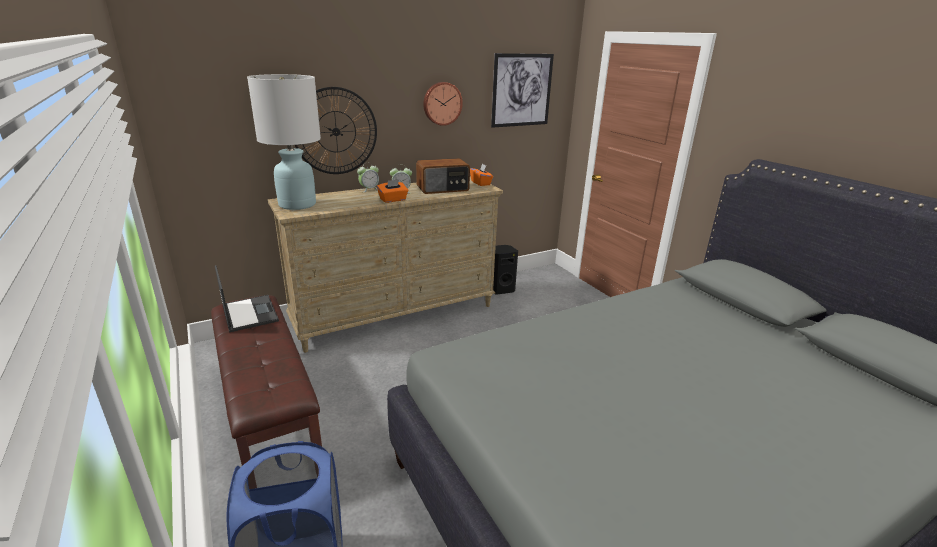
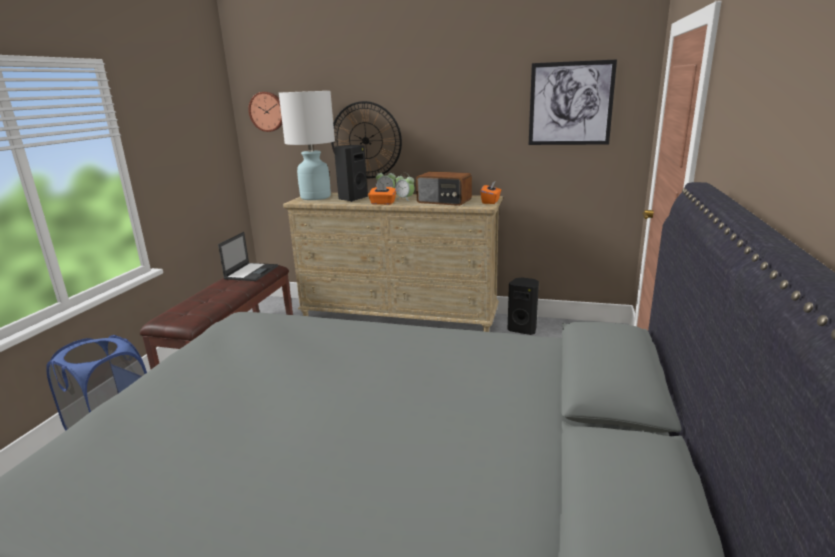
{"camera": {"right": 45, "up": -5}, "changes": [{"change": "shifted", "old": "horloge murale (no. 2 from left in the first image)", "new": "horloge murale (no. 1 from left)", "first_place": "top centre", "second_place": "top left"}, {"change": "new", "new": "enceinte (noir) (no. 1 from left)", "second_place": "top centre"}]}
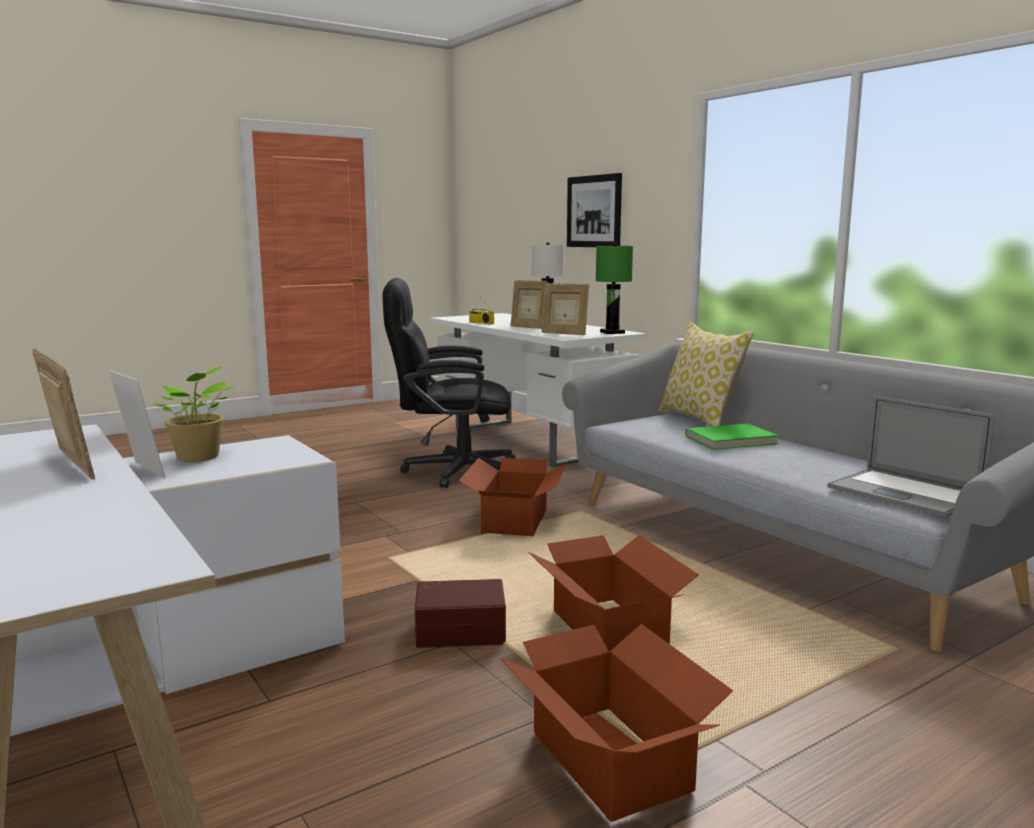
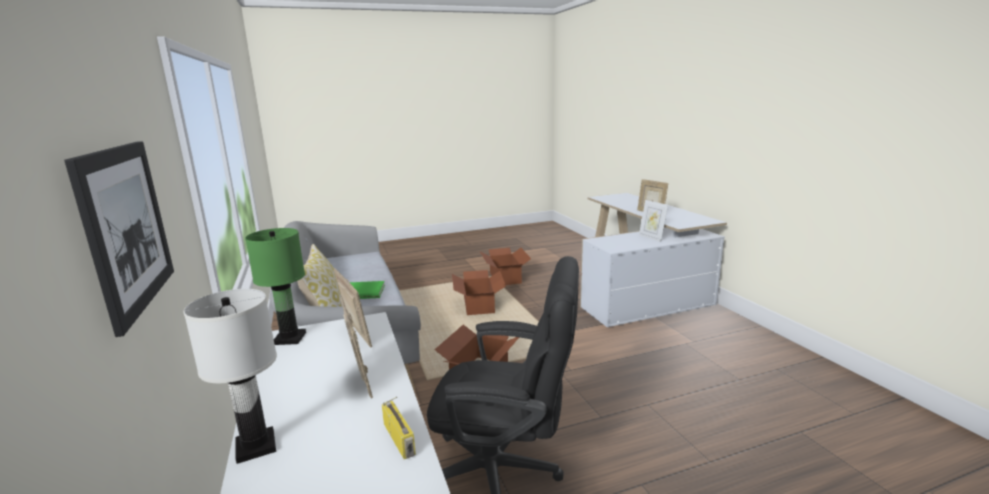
{"camera": {"right": -165, "up": 5}, "changes": [{"change": "gone", "old": "plante en pot", "first_place": "middle left"}, {"change": "gone", "old": "ordinateur portable", "first_place": "middle right"}, {"change": "gone", "old": "boîte de rangement (marron)", "first_place": "bottom centre"}]}
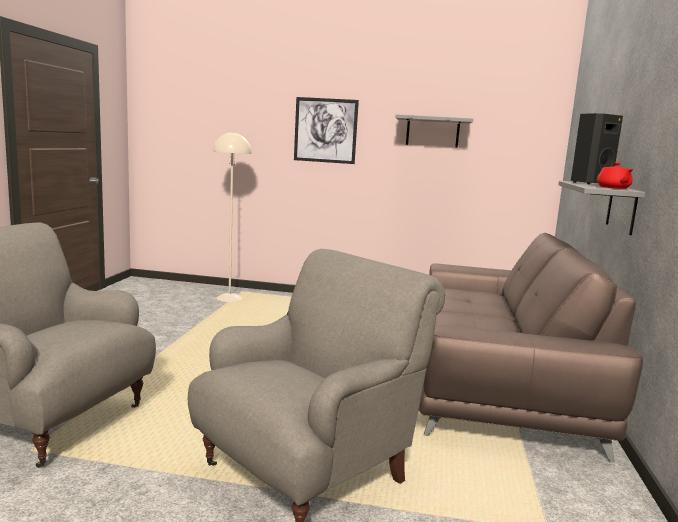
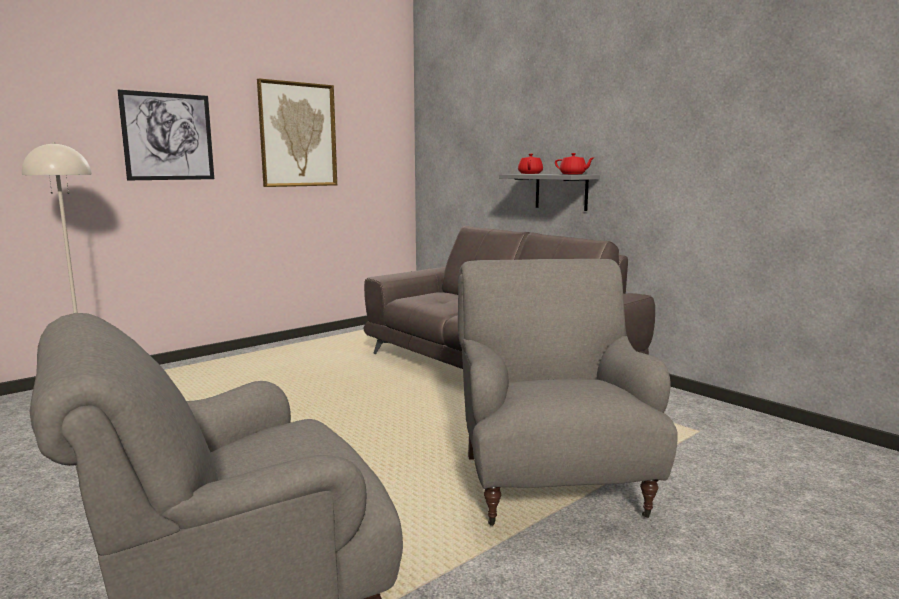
{"camera": {"right": -50, "up": 0}, "changes": [{"change": "swapped", "old": "enceinte (noir)", "new": "théière (rouge) (no. 1 from left)", "first_place": "top right", "second_place": "top centre"}, {"change": "swapped", "old": "étagère (gris) (no. 1 from left)", "new": "tableau (no. 2 from left)", "first_place": "top centre", "second_place": "top left"}]}
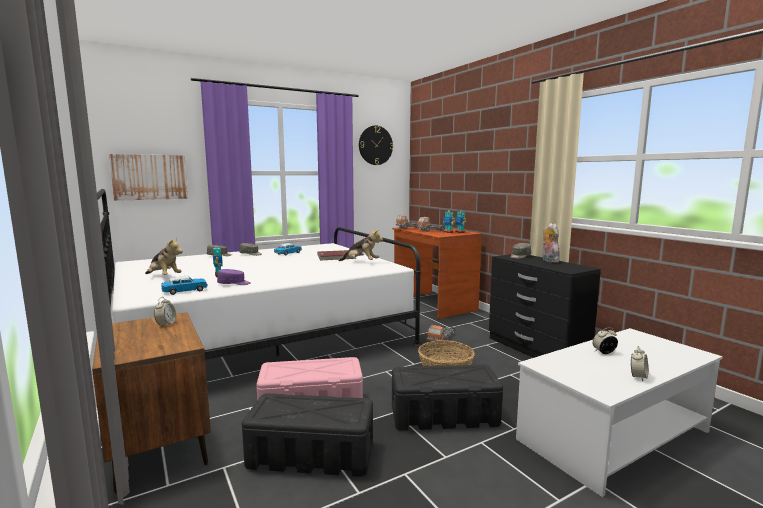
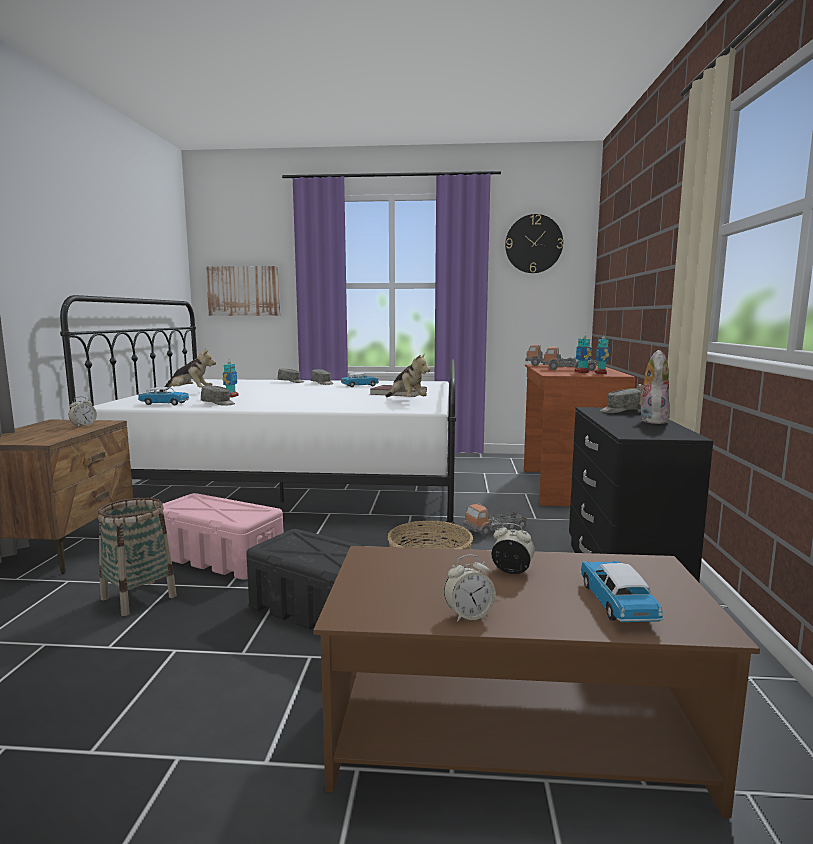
{"camera": {"right": 35, "up": 0}, "changes": [{"change": "rotated", "old": "peluche (no. 1 from left)", "first_place": "middle left", "second_place": "middle left", "degrees": -60}, {"change": "repainted", "old": "casquette (violet)", "new": "casquette (gris) (no. 1 from left)", "first_place": "middle left", "second_place": "middle left"}, {"change": "repainted", "old": "table basse (blanc)", "new": "table basse (marron)", "first_place": "bottom right", "second_place": "bottom centre"}, {"change": "swapped", "old": "boîte de rangement (noir) (no. 1 from left)", "new": "panier (no. 1 from left)", "first_place": "bottom centre", "second_place": "middle left"}, {"change": "new", "new": "petite voiture (no. 3 from left)", "second_place": "bottom right"}]}
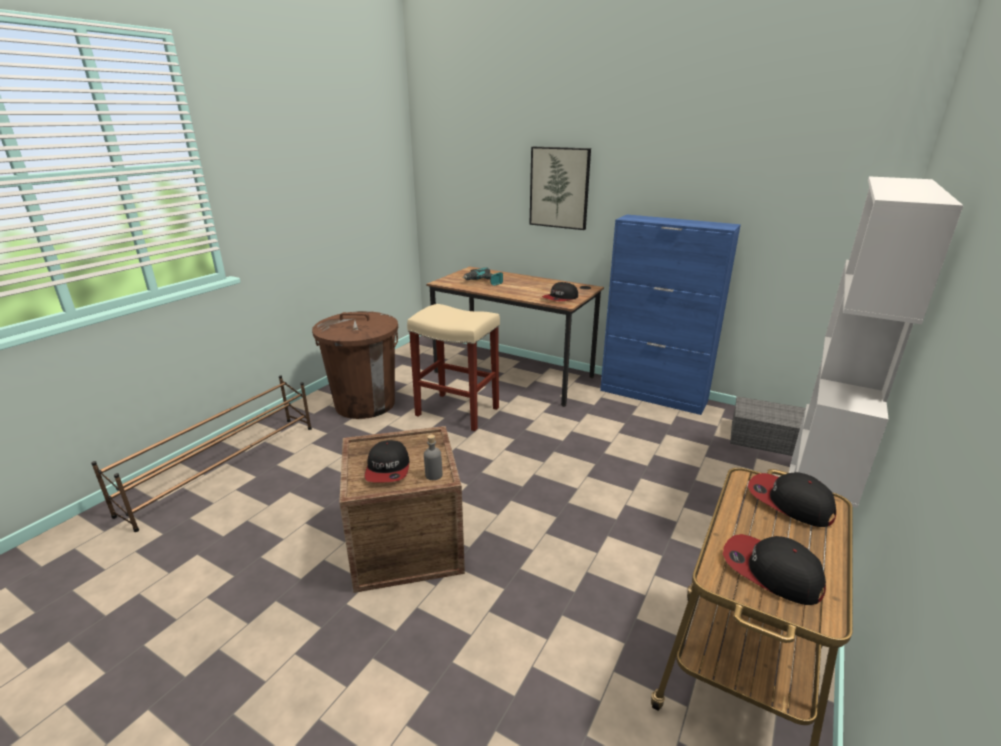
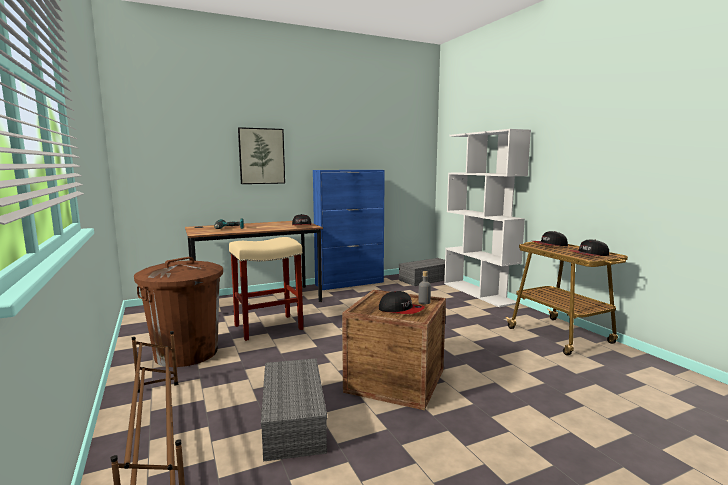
{"camera": {"right": -55, "up": -15}, "changes": [{"change": "new", "new": "boîte de rangement (gris) (no. 1 from left)", "second_place": "bottom centre"}]}
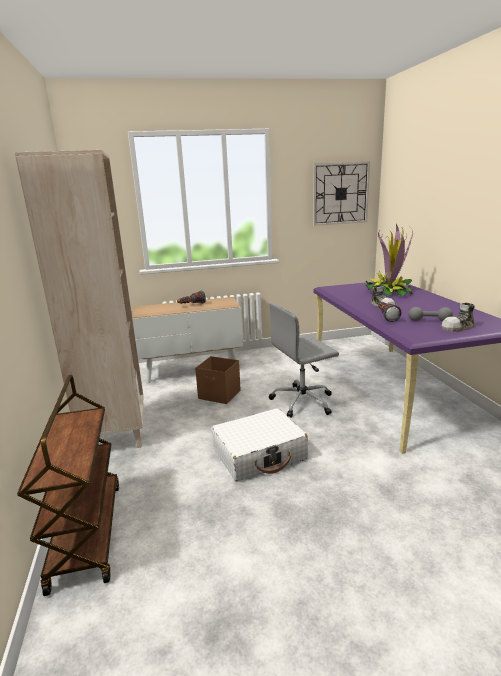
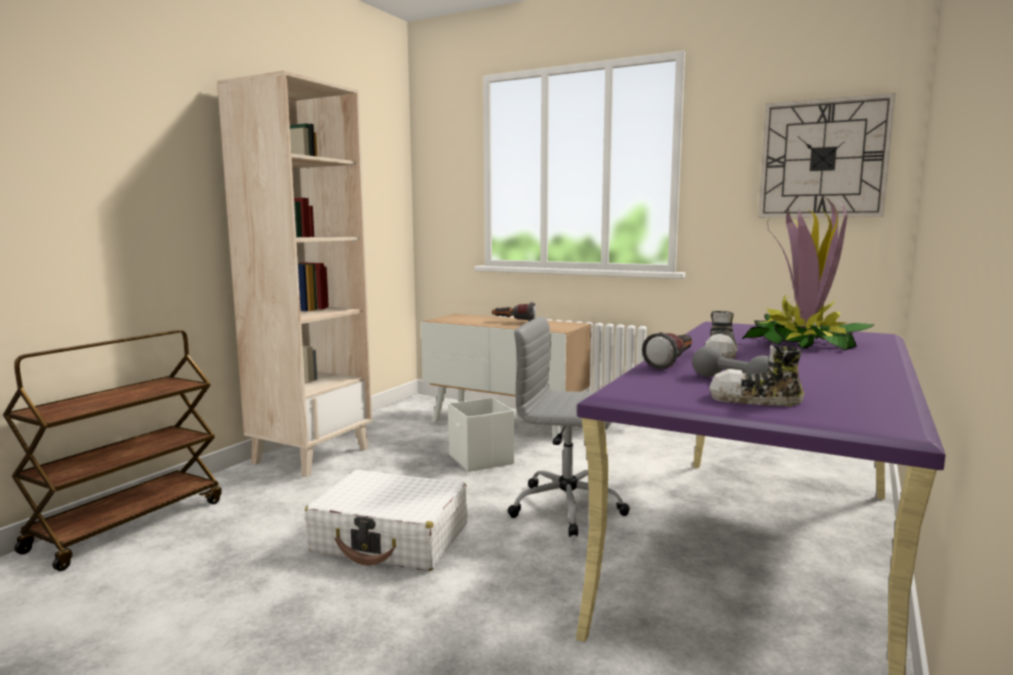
{"camera": {"right": 40, "up": -10}, "changes": [{"change": "repainted", "old": "boîte de rangement (marron)", "new": "boîte de rangement (blanc)", "first_place": "centre", "second_place": "centre"}]}
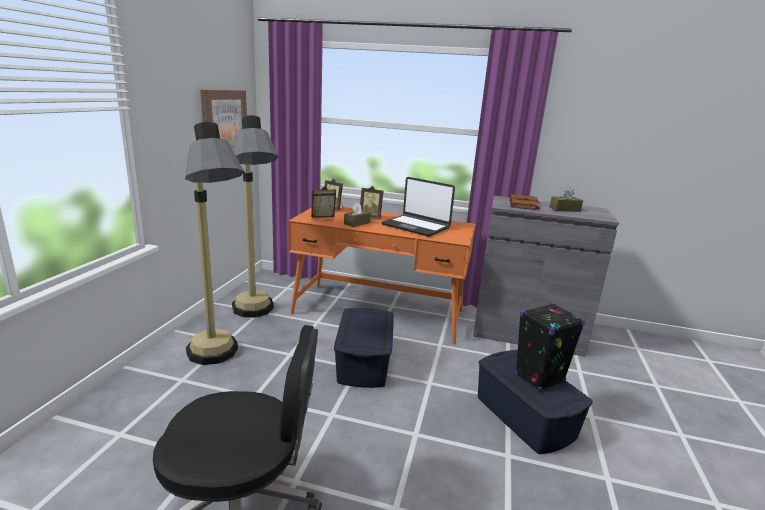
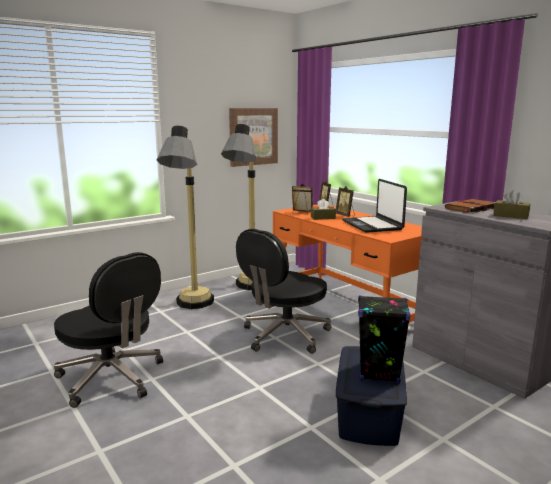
{"camera": {"right": 40, "up": -5}, "changes": [{"change": "swapped", "old": "boîte de rangement (bleu) (no. 1 from left)", "new": "chaise de bureau (noir) (no. 2 from left)", "first_place": "bottom centre", "second_place": "centre"}]}
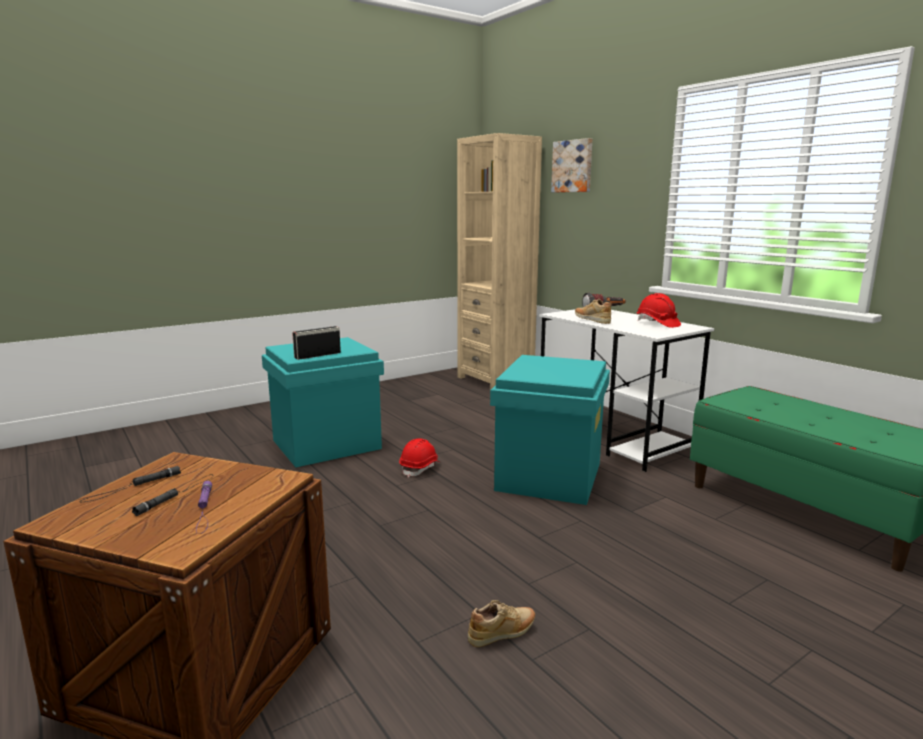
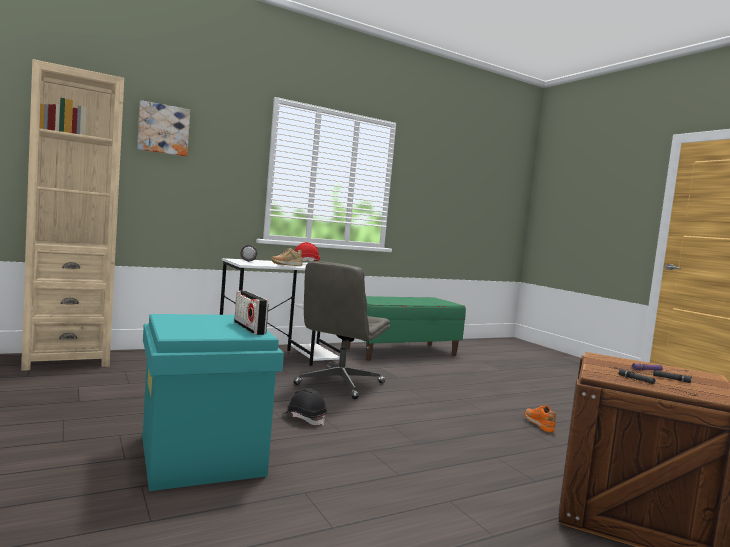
{"camera": {"right": -85, "up": -10}, "changes": [{"change": "swapped", "old": "boîte de rangement (turquoise) (no. 2 from left)", "new": "chaise de bureau (gris)", "first_place": "centre", "second_place": "centre"}, {"change": "repainted", "old": "casque de chantier (rouge) (no. 1 from left)", "new": "casque de chantier (noir)", "first_place": "centre", "second_place": "bottom centre"}, {"change": "repainted", "old": "chaussure (beige) (no. 1 from left)", "new": "chaussure (orange)", "first_place": "bottom centre", "second_place": "bottom right"}]}
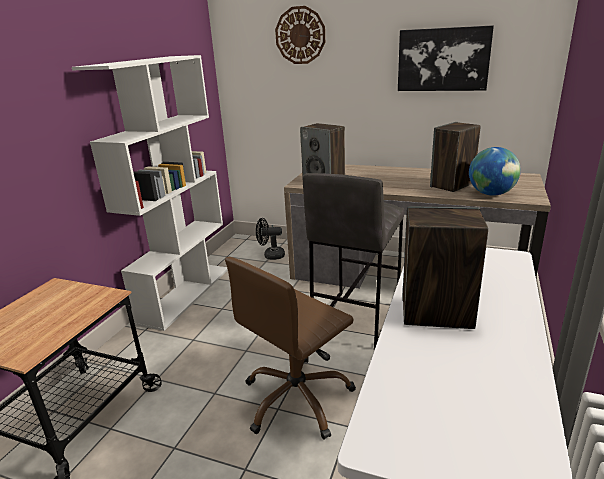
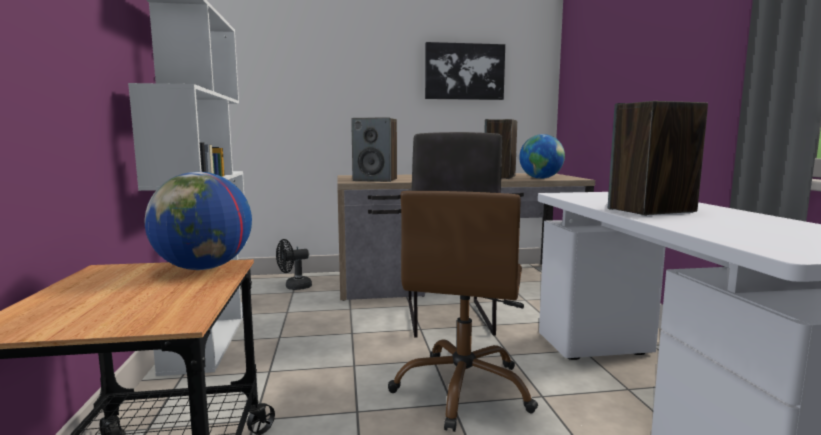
{"camera": {"right": -30, "up": -15}, "changes": [{"change": "gone", "old": "horloge murale", "first_place": "top centre"}, {"change": "new", "new": "globe (no. 1 from left)", "second_place": "middle left"}]}
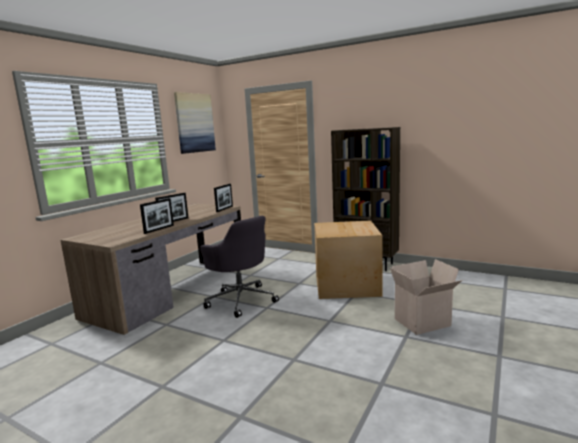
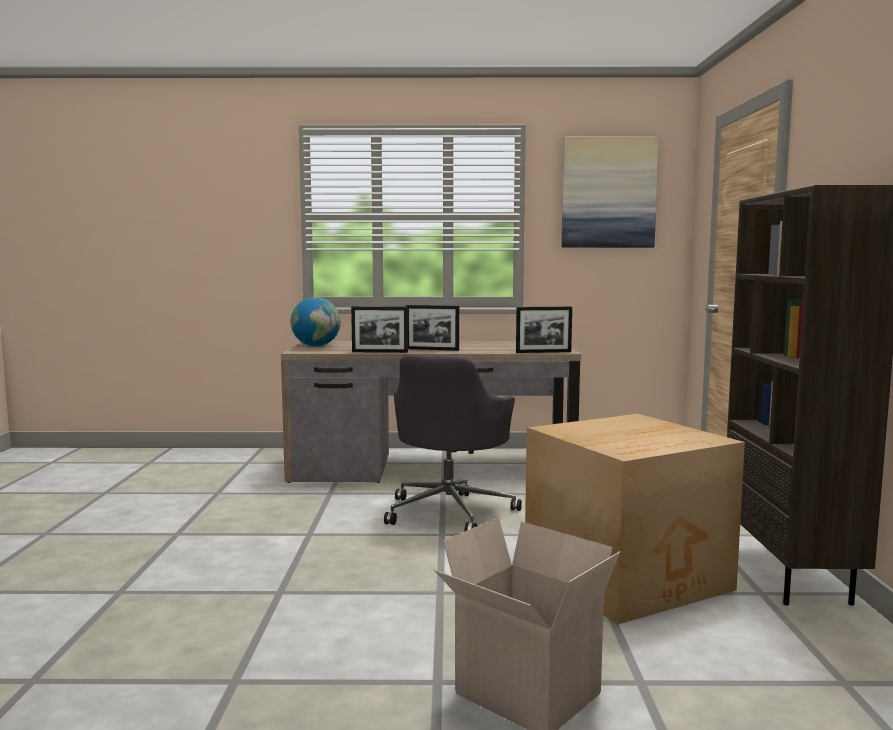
{"camera": {"right": 60, "up": -5}, "changes": [{"change": "new", "new": "globe", "second_place": "centre"}]}
